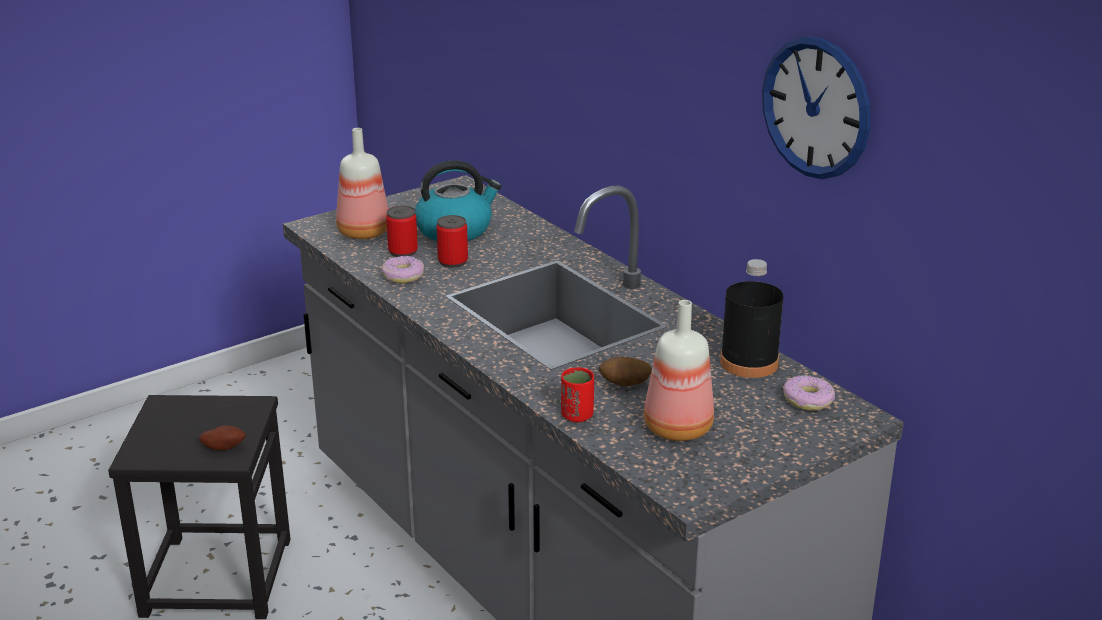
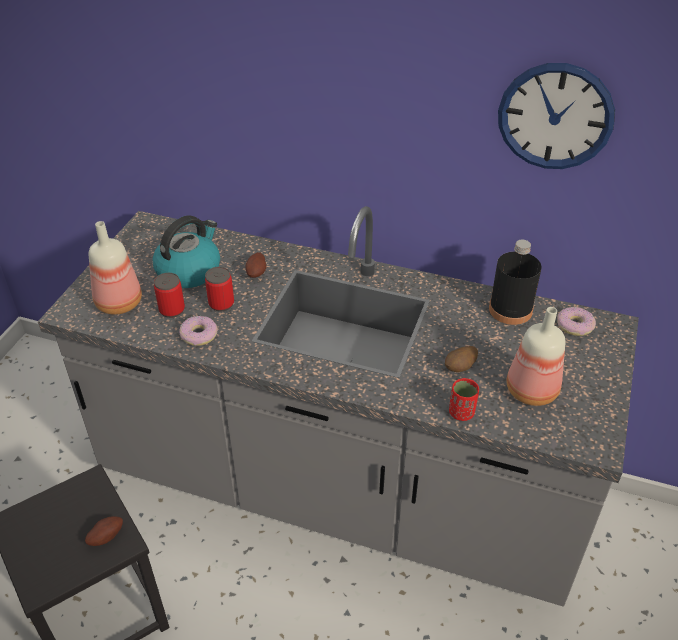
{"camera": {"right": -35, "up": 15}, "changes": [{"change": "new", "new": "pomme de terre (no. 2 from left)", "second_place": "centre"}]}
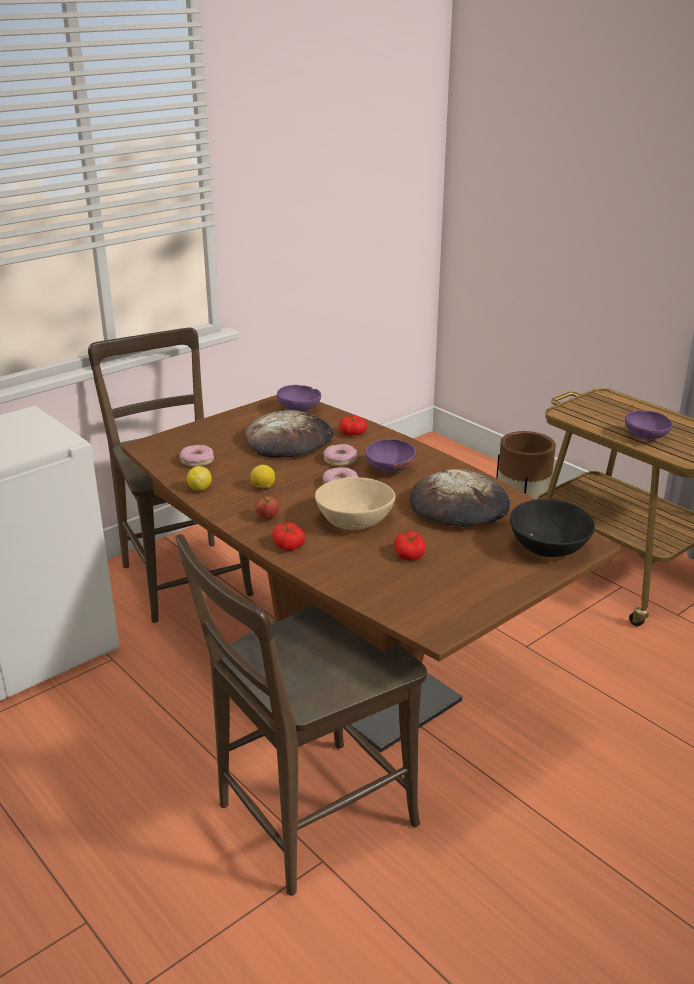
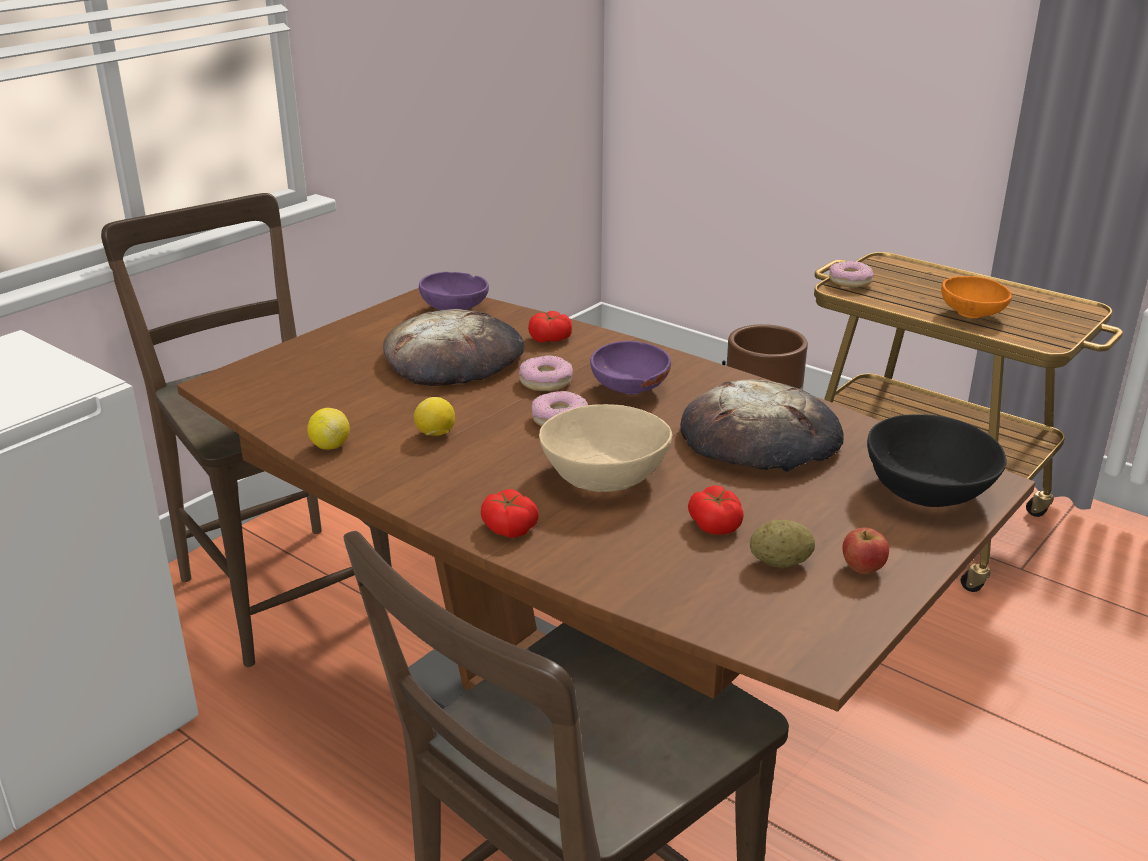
{"camera": {"right": -10, "up": 0}, "changes": [{"change": "repainted", "old": "bol (violet) (no. 3 from left)", "new": "bol (orange)", "first_place": "middle right", "second_place": "middle right"}, {"change": "shifted", "old": "beignet (no. 1 from left in the first image)", "new": "beignet (no. 3 from left)", "first_place": "middle left", "second_place": "top right"}, {"change": "shifted", "old": "pomme", "first_place": "centre", "second_place": "middle right"}, {"change": "new", "new": "pomme de terre", "second_place": "middle right"}]}
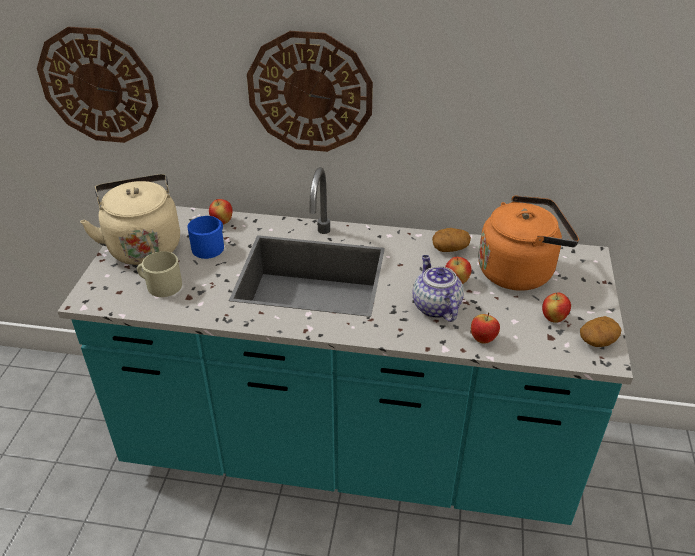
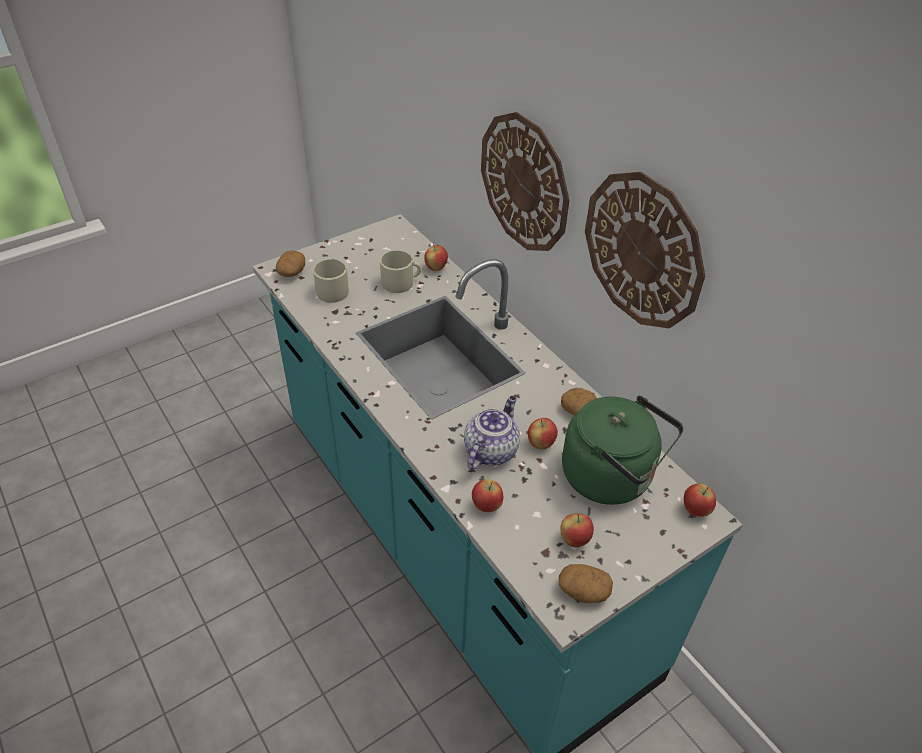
{"camera": {"right": 45, "up": 5}, "changes": [{"change": "shifted", "old": "horloge murale (no. 1 from left in the first image)", "new": "horloge murale (no. 2 from left)", "first_place": "top left", "second_place": "top right"}, {"change": "gone", "old": "bouilloire (beige)", "first_place": "middle left"}, {"change": "repainted", "old": "bouilloire (orange)", "new": "bouilloire (vert)", "first_place": "middle right", "second_place": "middle right"}, {"change": "repainted", "old": "mug (bleu)", "new": "mug (beige) (no. 2 from left)", "first_place": "middle left", "second_place": "centre"}, {"change": "new", "new": "pomme de terre (no. 1 from left)", "second_place": "middle left"}, {"change": "new", "new": "pomme (no. 5 from left)", "second_place": "middle right"}]}
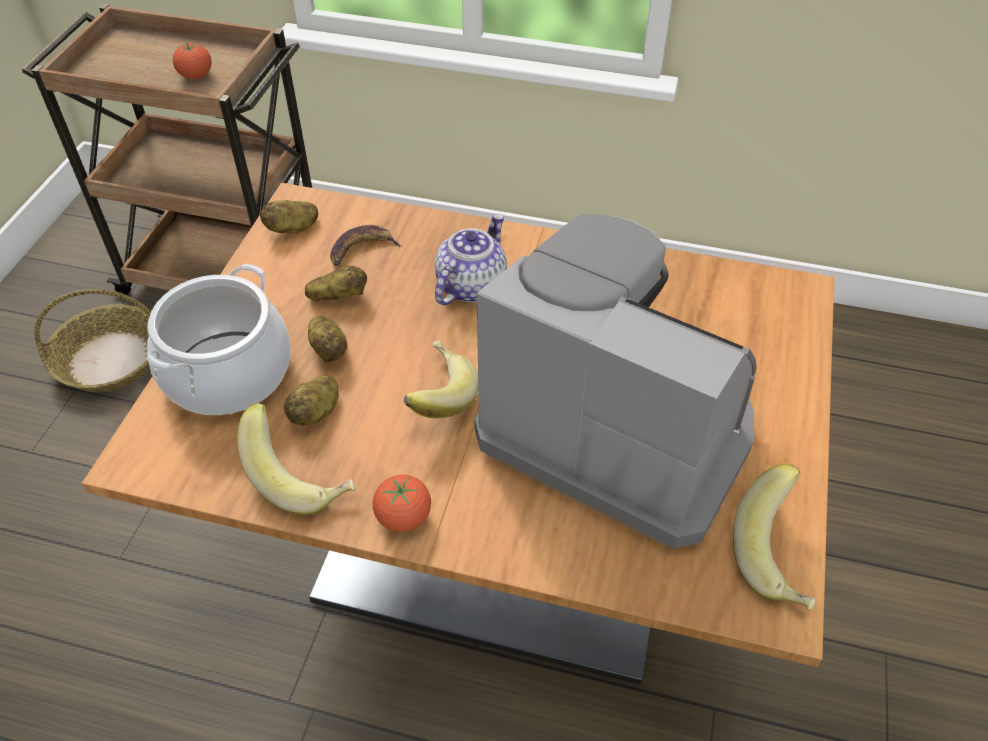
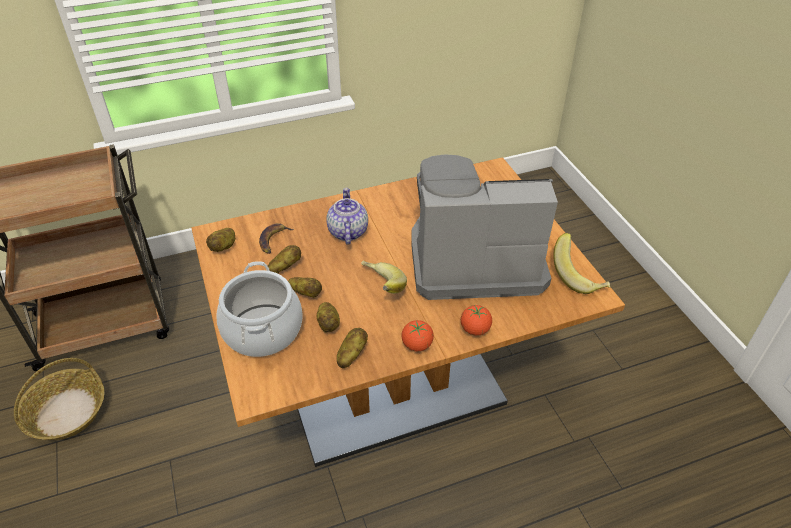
{"camera": {"right": -35, "up": -5}, "changes": [{"change": "shifted", "old": "tomate (no. 1 from left in the first image)", "new": "tomate (no. 2 from left)", "first_place": "top left", "second_place": "centre"}, {"change": "swapped", "old": "banane (no. 1 from left)", "new": "pomme de terre (no. 5 from left)", "first_place": "middle left", "second_place": "centre"}]}
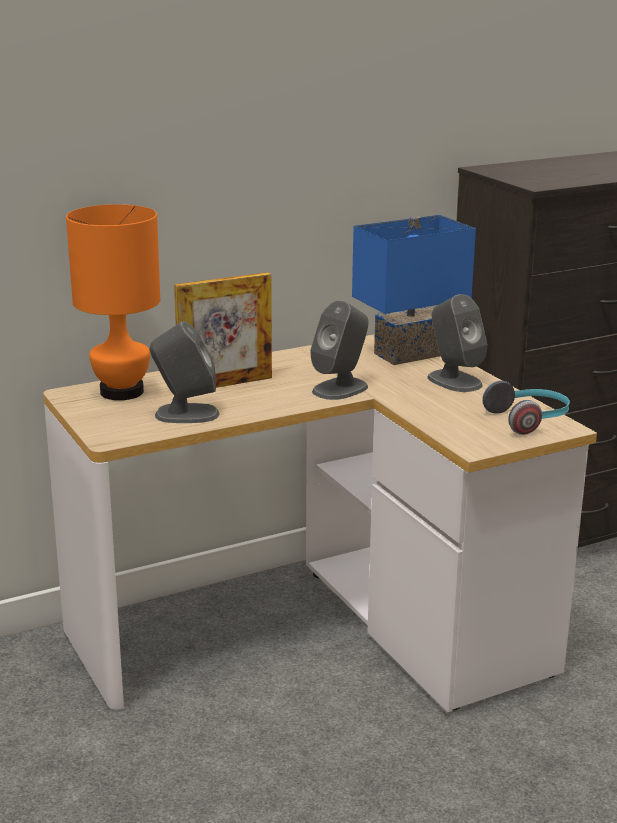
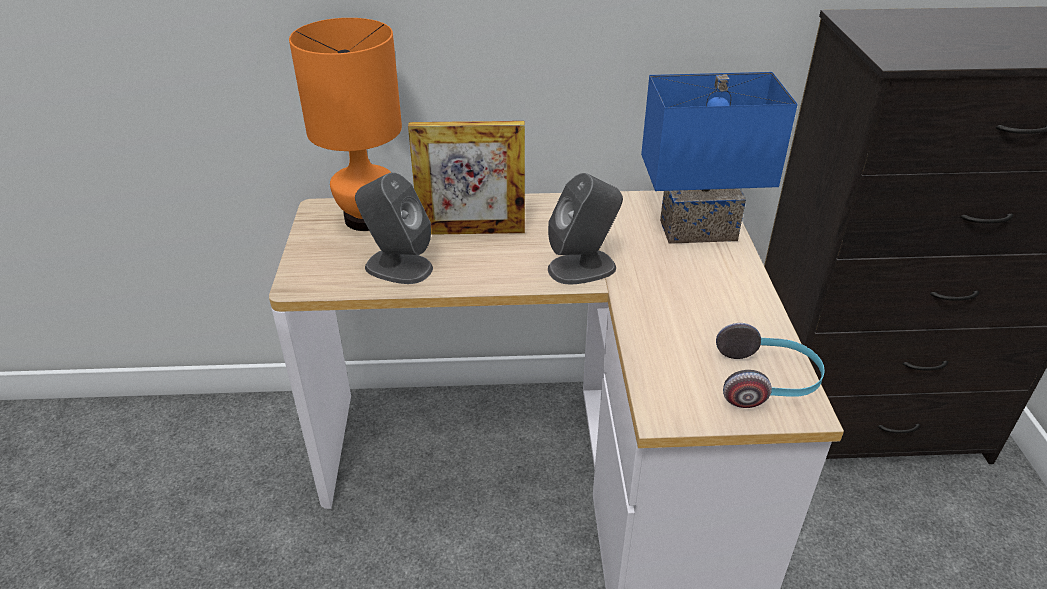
{"camera": {"right": 25, "up": 15}, "changes": [{"change": "gone", "old": "enceinte (gris) (no. 3 from left)", "first_place": "middle right"}]}
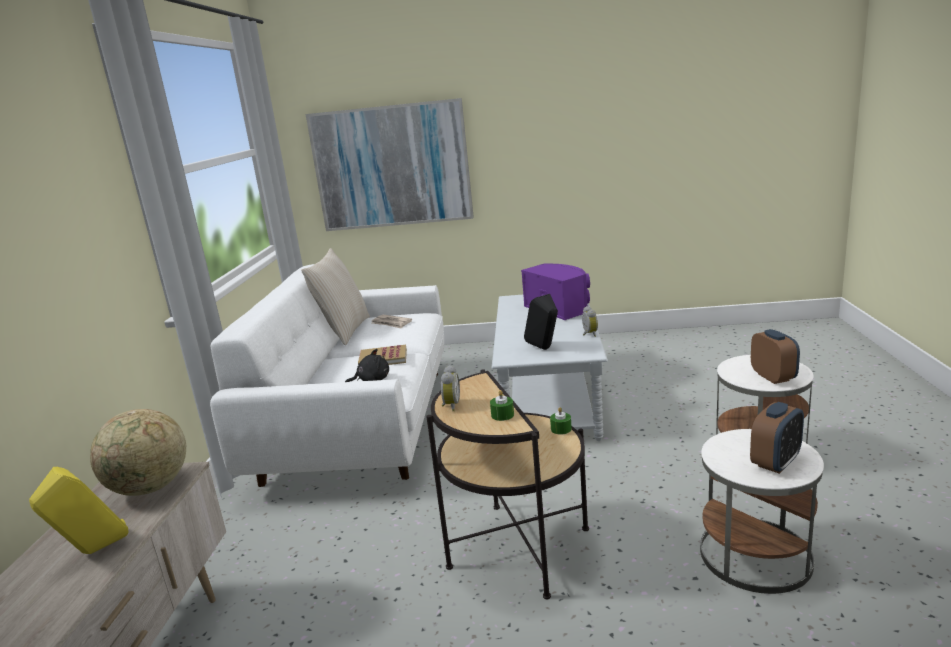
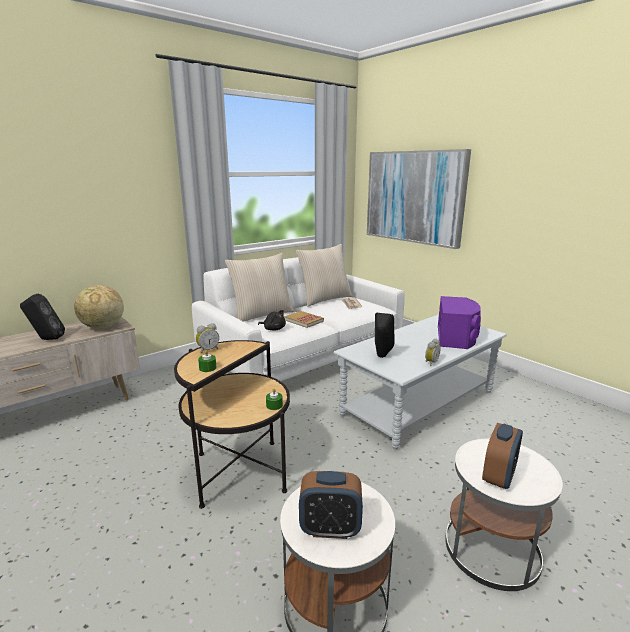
{"camera": {"right": 45, "up": 0}, "changes": [{"change": "repainted", "old": "enceinte (jaune)", "new": "enceinte (noir) (no. 1 from left)", "first_place": "bottom left", "second_place": "middle left"}, {"change": "new", "new": "coussin (beige) (no. 1 from left)", "second_place": "centre"}]}
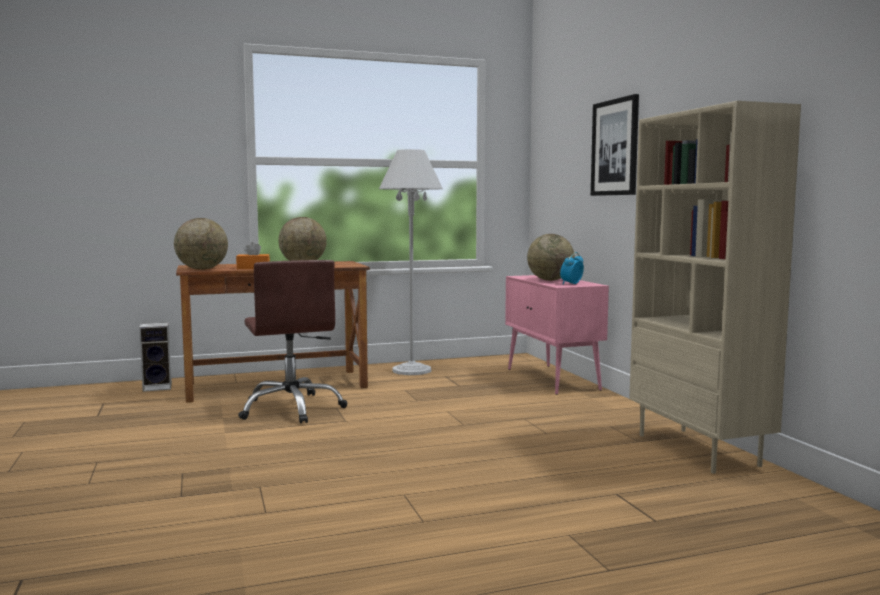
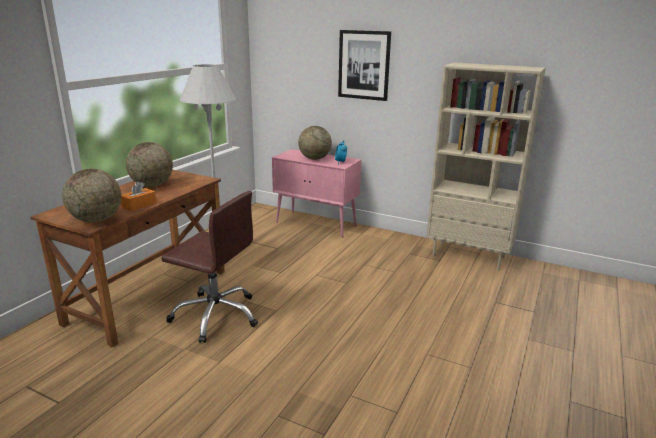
{"camera": {"right": -45, "up": 15}, "changes": [{"change": "gone", "old": "enceinte", "first_place": "middle left"}]}
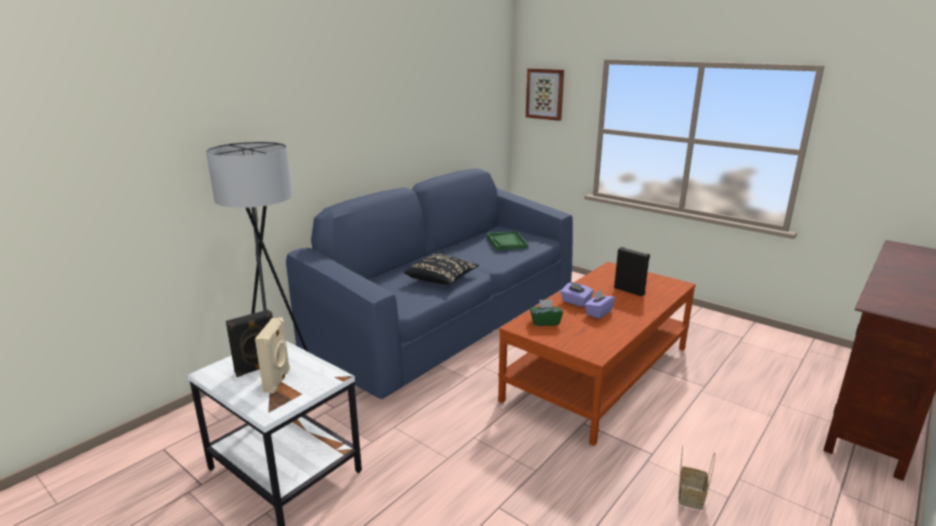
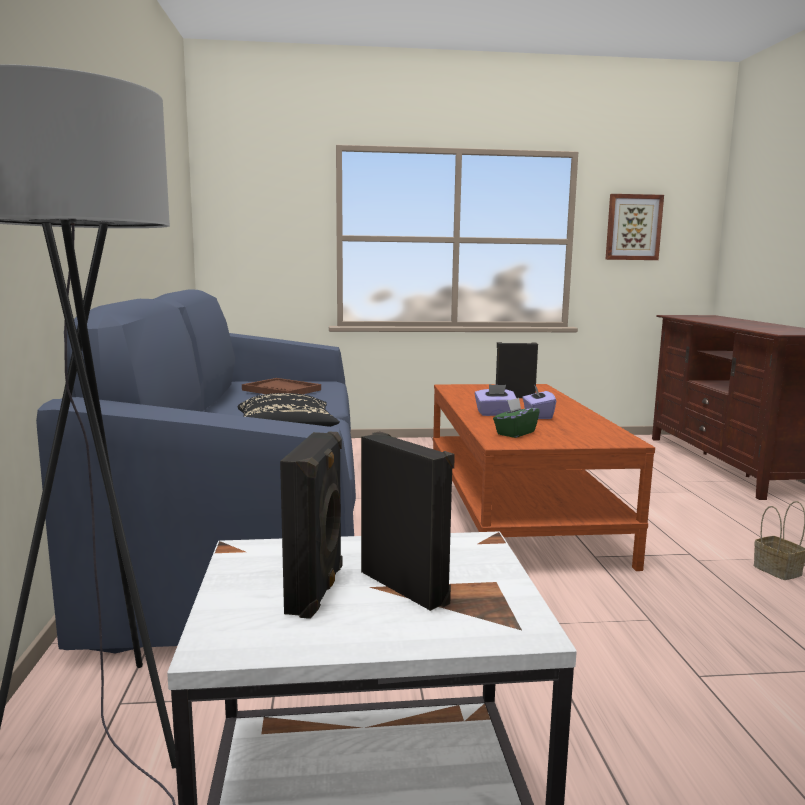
{"camera": {"right": -45, "up": -10}, "changes": [{"change": "shifted", "old": "tableau", "first_place": "top centre", "second_place": "top right"}, {"change": "repainted", "old": "plateau (vert)", "new": "plateau (marron)", "first_place": "centre", "second_place": "centre"}, {"change": "repainted", "old": "enceinte (beige)", "new": "enceinte (noir) (no. 2 from left)", "first_place": "bottom left", "second_place": "centre"}]}
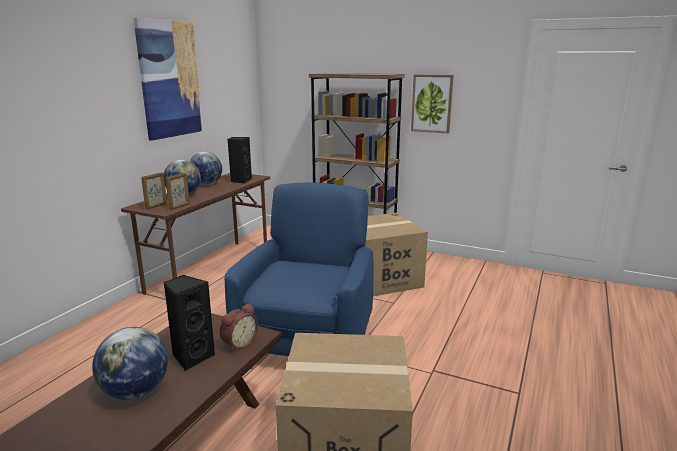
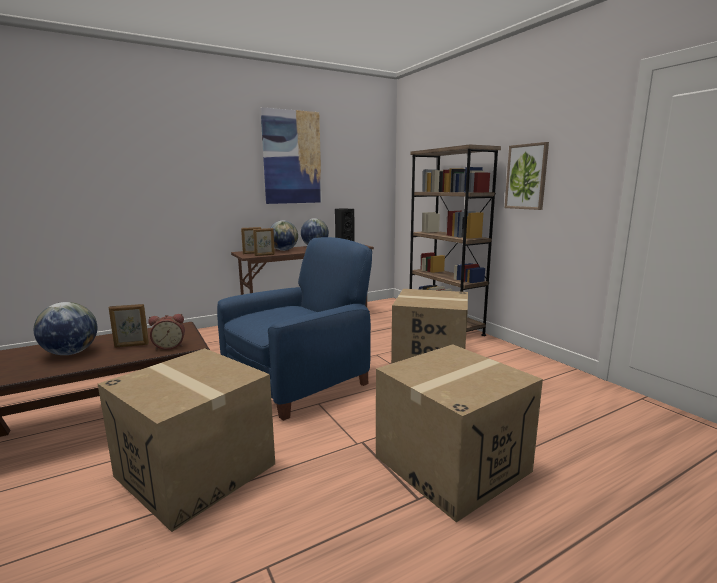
{"camera": {"right": 35, "up": -5}, "changes": [{"change": "swapped", "old": "enceinte (noir) (no. 1 from left)", "new": "cadre photo (no. 1 from left)", "first_place": "bottom left", "second_place": "middle left"}, {"change": "new", "new": "carton (no. 3 from left)", "second_place": "bottom centre"}]}
